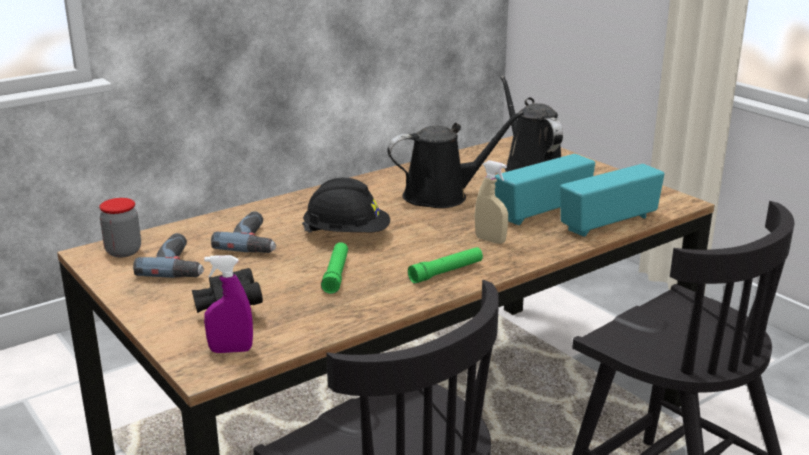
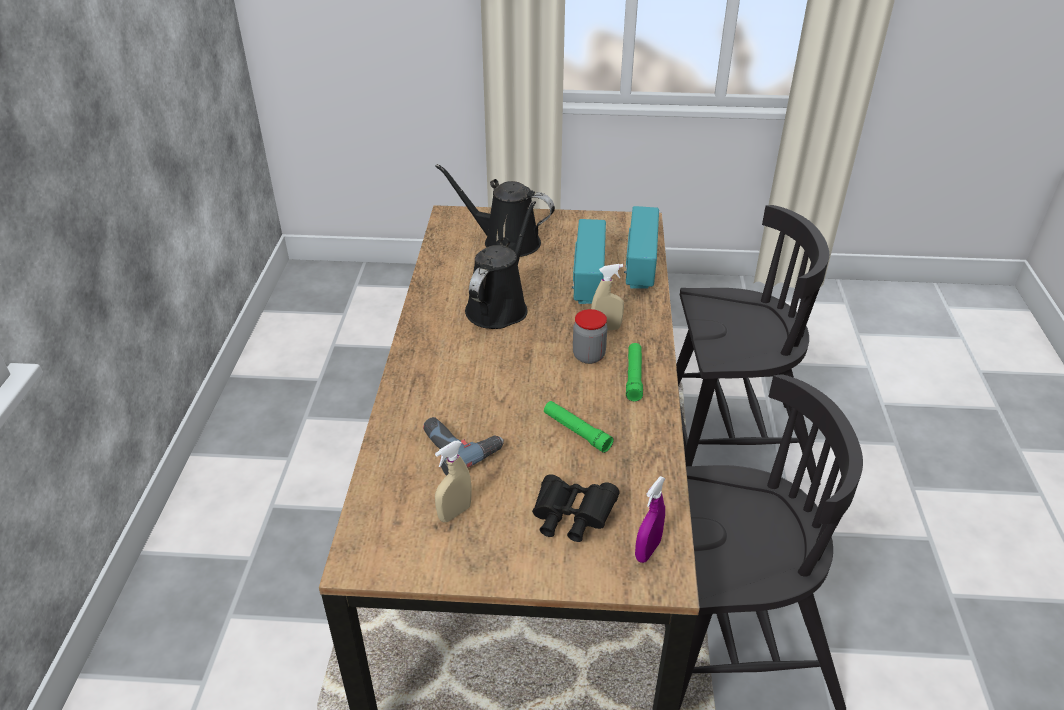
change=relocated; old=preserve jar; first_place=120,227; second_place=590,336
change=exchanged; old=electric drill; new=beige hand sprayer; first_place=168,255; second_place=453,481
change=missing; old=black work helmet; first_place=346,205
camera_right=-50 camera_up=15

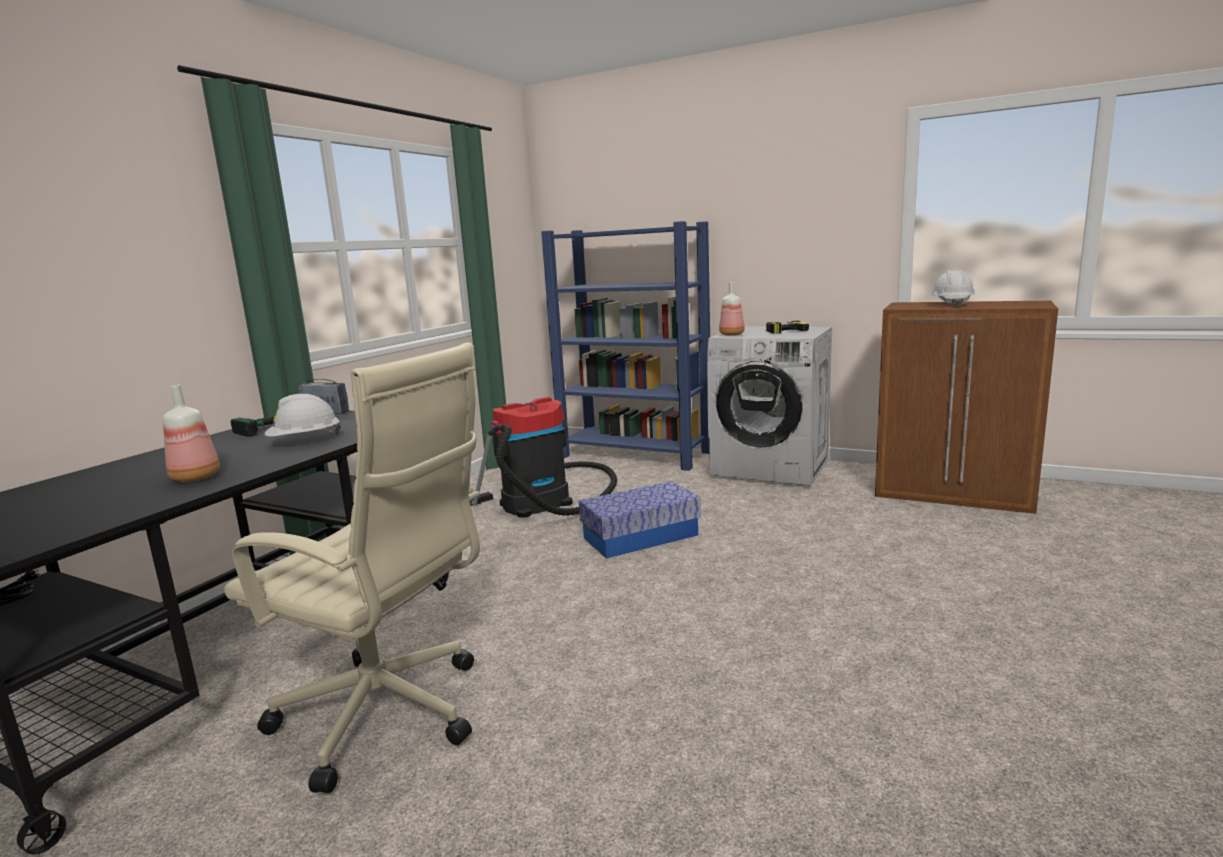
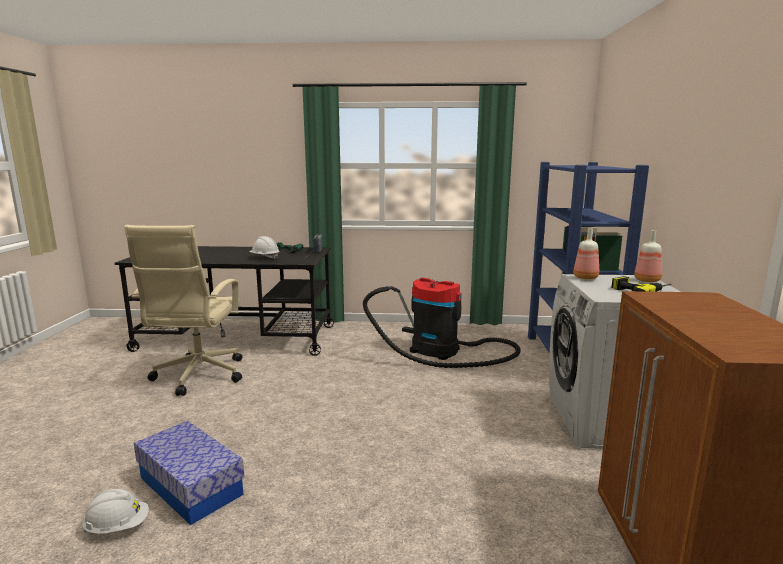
change=relocated; old=beverage bottle; first_place=191,433; second_place=648,256
change=relocated; old=storage box; first_place=640,519; second_place=189,473
change=relocated; old=whitish work helmet; first_place=953,288; second_place=115,511
camera_right=65 camera_up=0

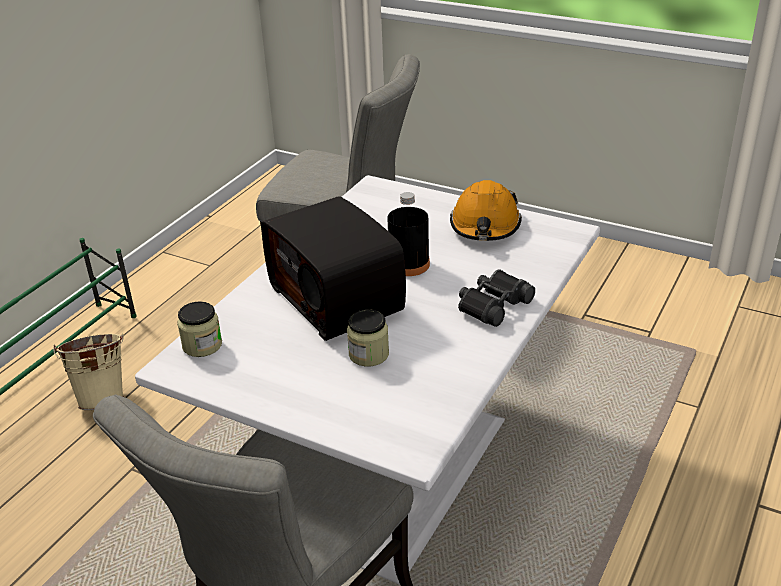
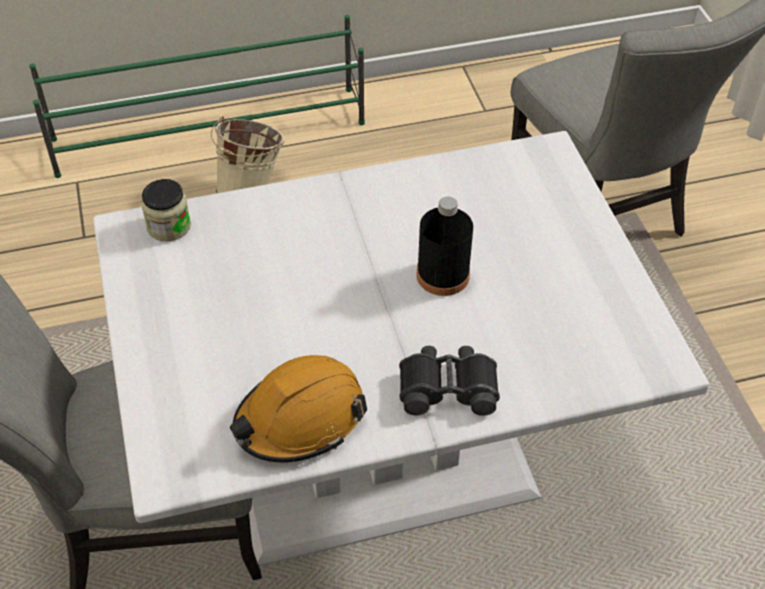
change=missing; old=radio receiver; first_place=333,268
change=missing; old=preserve jar; first_place=368,338
change=relocated; old=orange-coloured work helmet; first_place=486,210; second_place=298,409
camera_right=45 camera_up=15

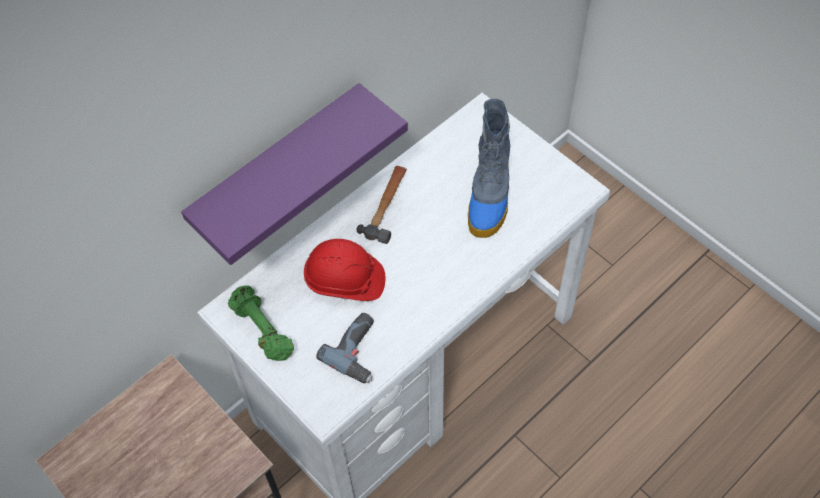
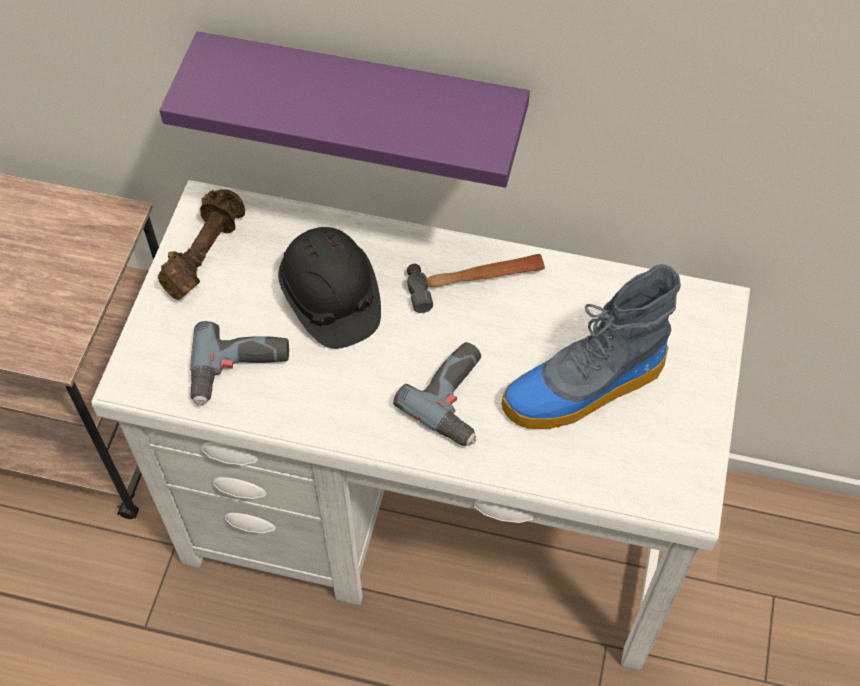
change=colour; old=greenish free weight; new=brown free weight; first_place=261,323; second_place=201,244
change=colour; old=red-coloured work helmet; new=black work helmet; first_place=344,270; second_place=329,288
change=appeared; new=electric drill; second_place=437,394
camera_right=55 camera_up=0

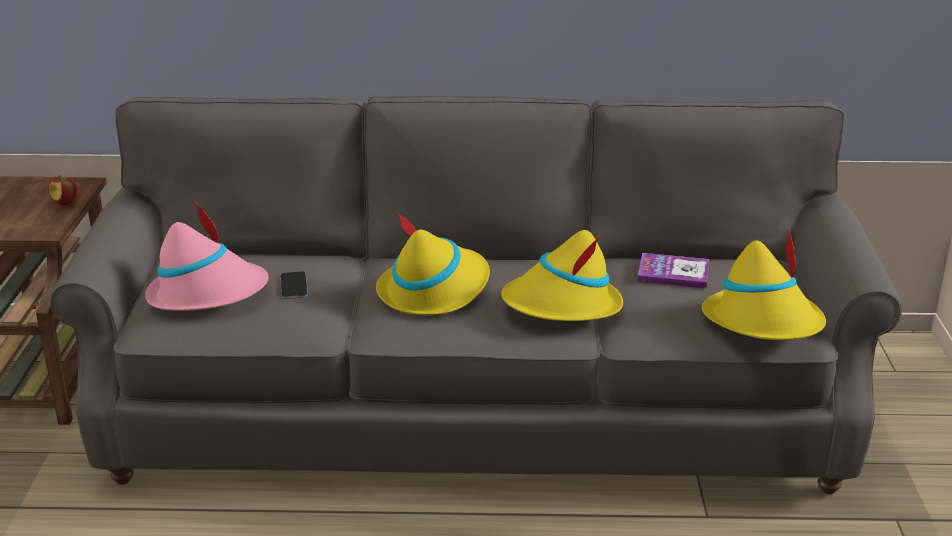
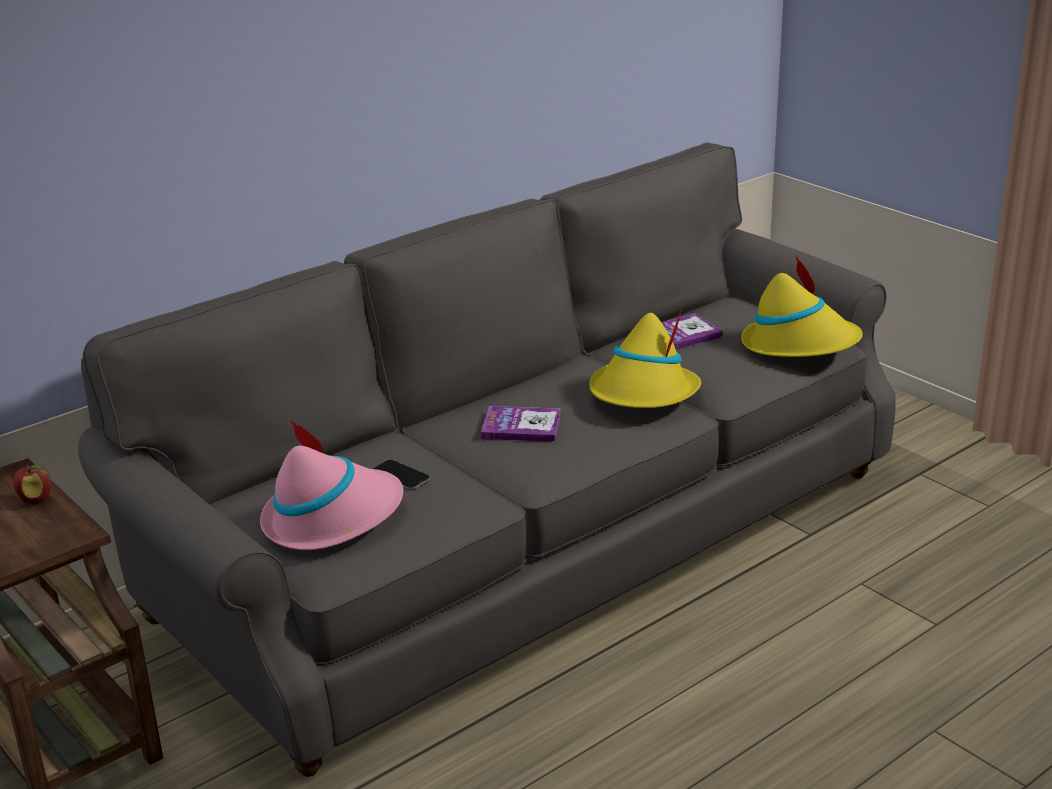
change=exchanged; old=yellowish wearable hat; new=bound book; first_place=433,263; second_place=521,424
camera_right=-40 camera_up=0

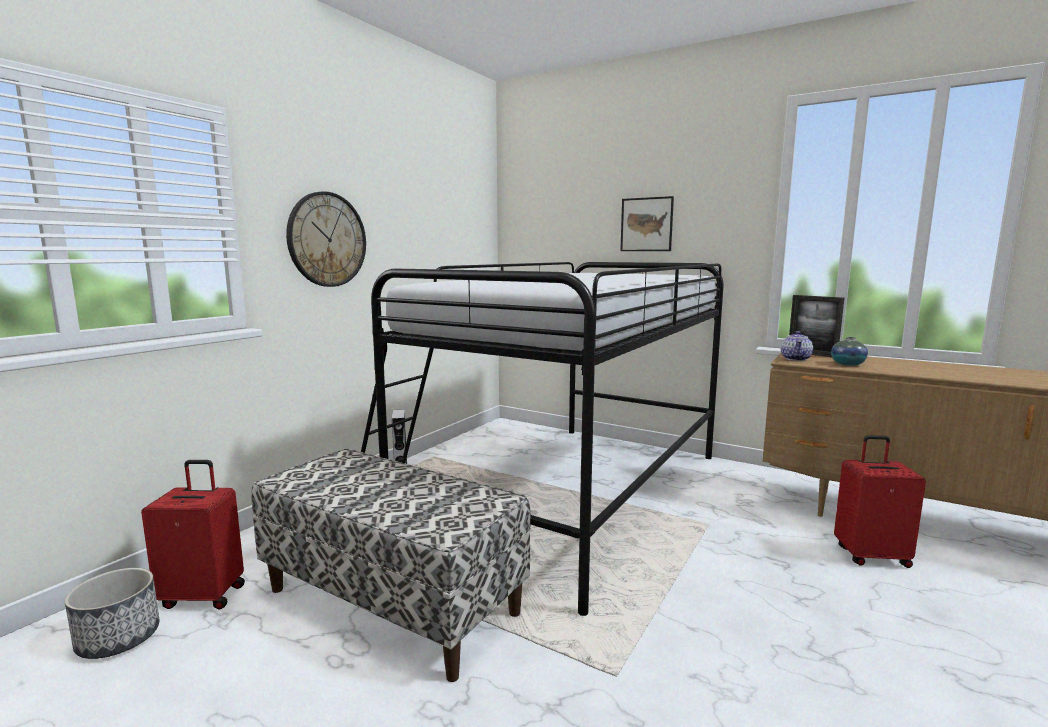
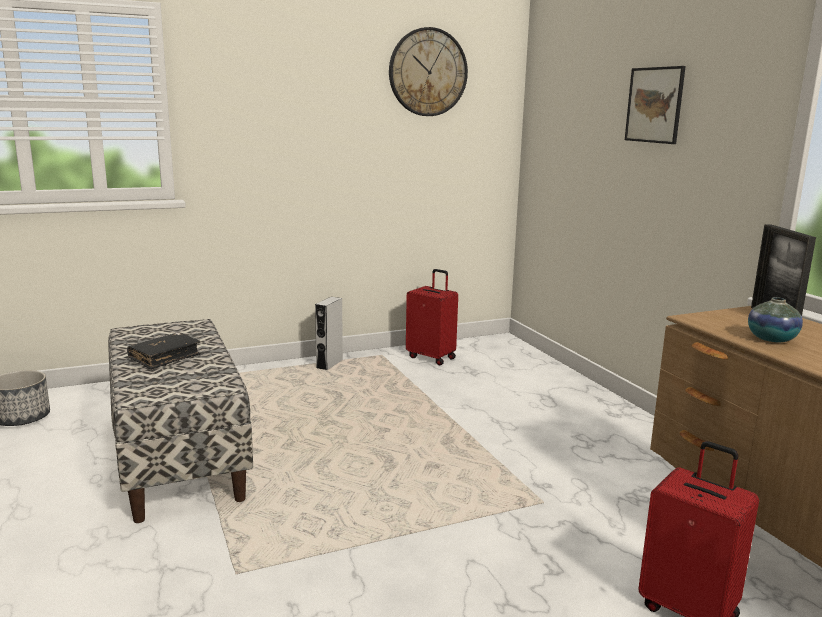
change=relocated; old=red-coloured piece of luggage; first_place=193,534; second_place=432,317
change=relocated; old=wall clock; first_place=326,239; second_place=428,71
change=missing; old=black bedroom bed; first_place=542,439
change=missing; old=pot for tea; first_place=797,346
change=appeared; new=black bound book; second_place=164,351
camera_right=35 camera_up=5

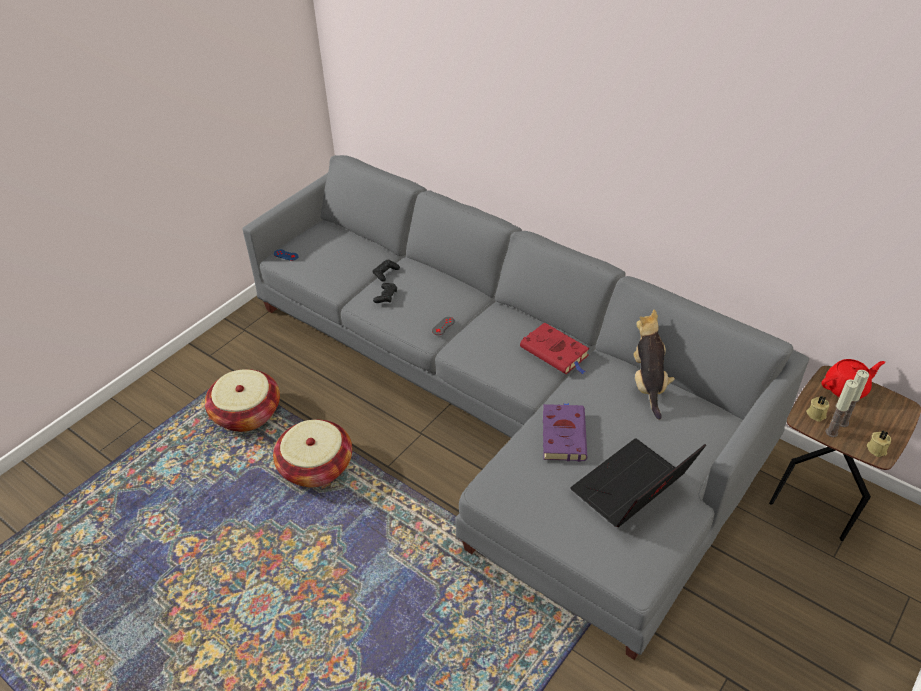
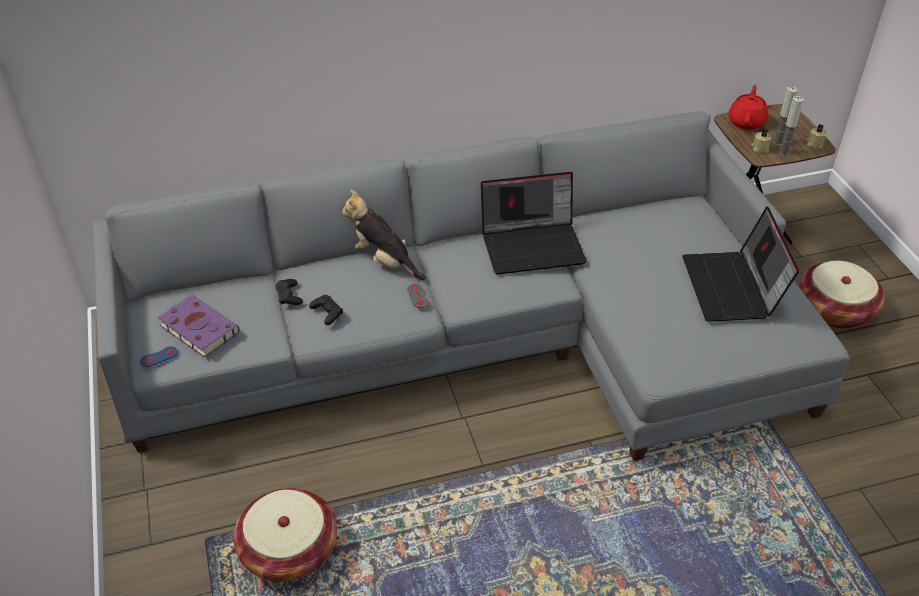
change=relocated; old=basket; first_place=312,453; second_place=842,294
change=exchanged; old=red-coloured bound book; new=laptop; first_place=555,348; second_place=534,223
change=relocated; old=purple bound book; first_place=565,432; second_place=198,326
change=relocated; old=soft toy; first_place=654,364; second_place=384,234
camera_right=-55 camera_up=0

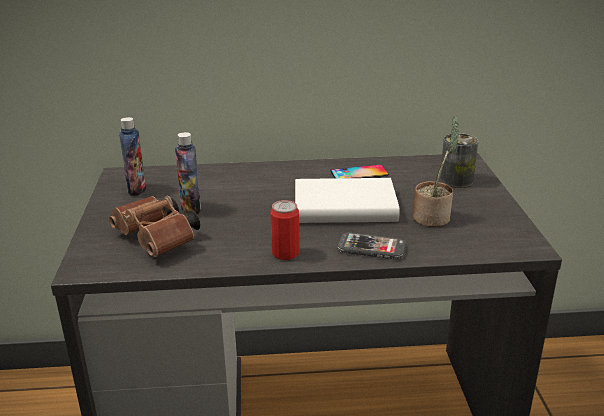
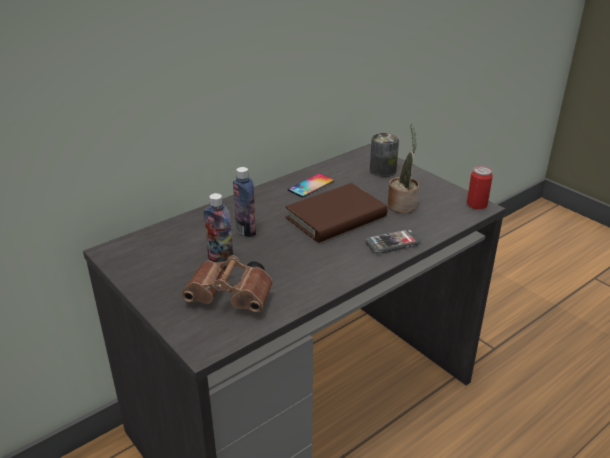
change=relocated; old=beverage bottle; first_place=132,156; second_place=244,202
change=relocated; old=metal can; first_place=285,230; second_place=480,187
change=colour; old=whitish bound book; new=brown bound book; first_place=347,200; second_place=336,213
camera_right=-35 camera_up=5

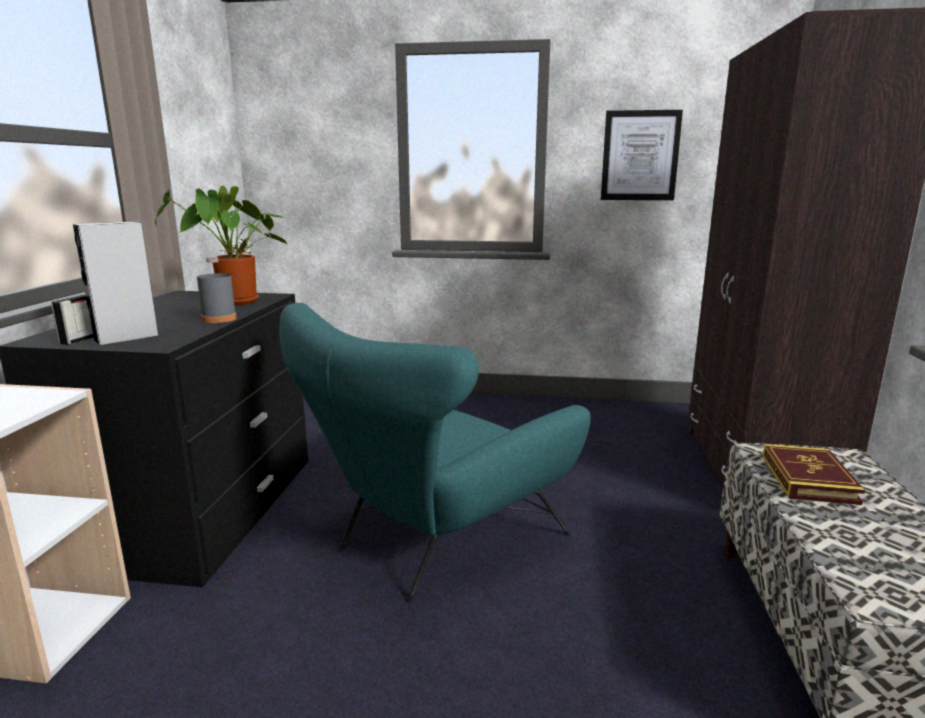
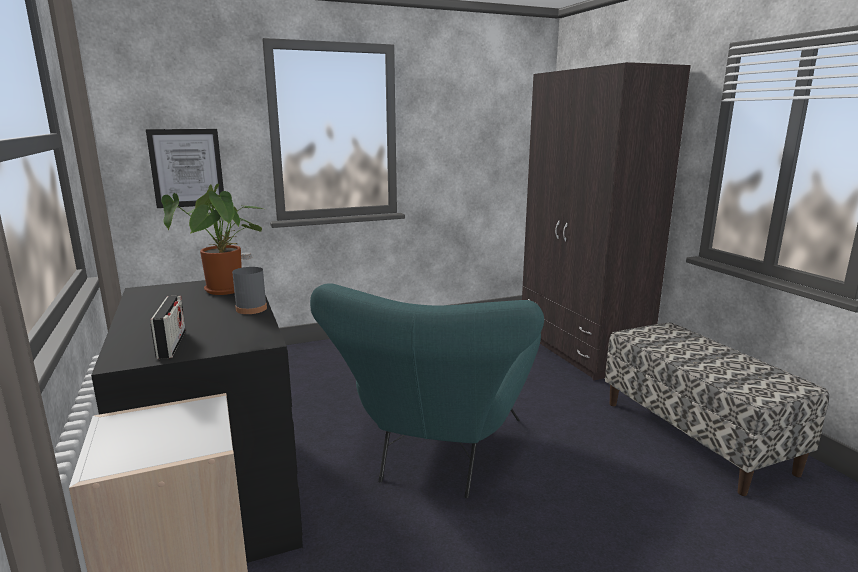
change=missing; old=gray audio speaker; first_place=116,283
change=relocated; old=picture; first_place=642,155; second_place=185,168
change=missing; old=bound book; first_place=814,474
camera_right=-30 camera_up=0

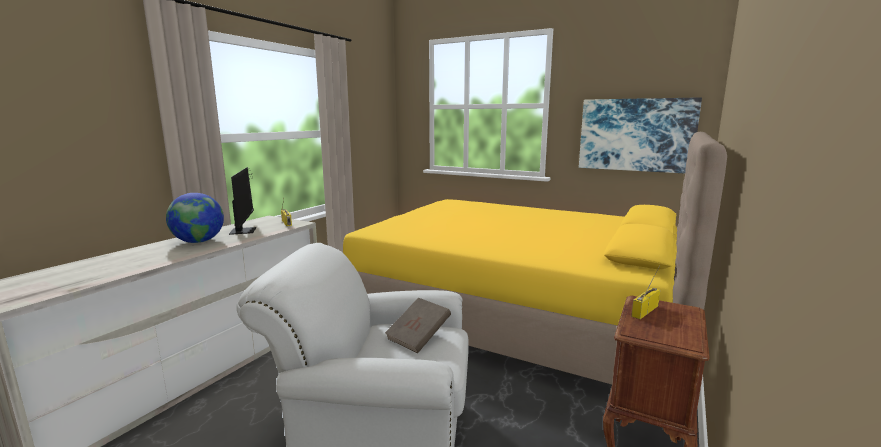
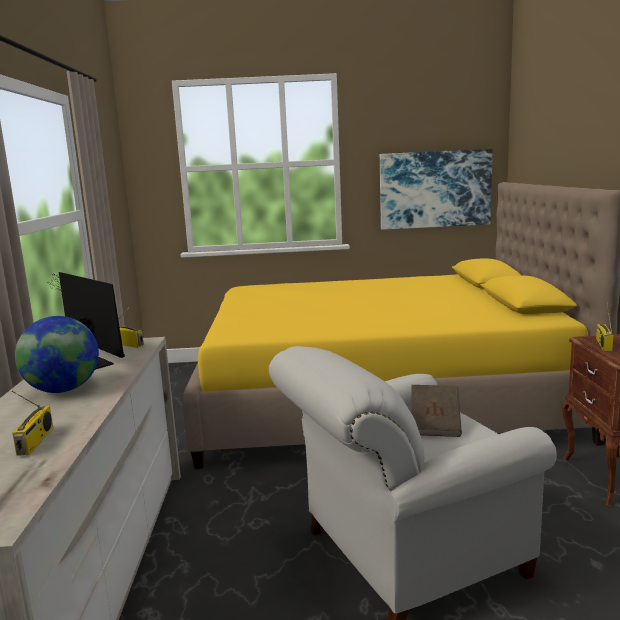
change=appeared; new=radio receiver; second_place=32,423
camera_right=-30 camera_up=0

